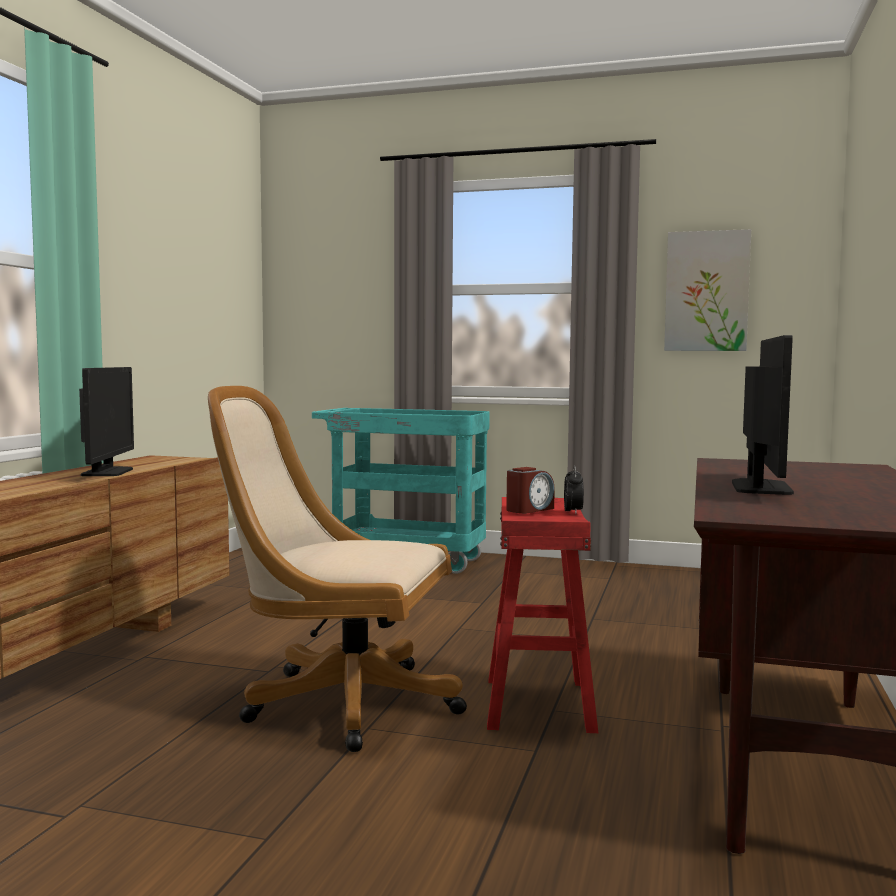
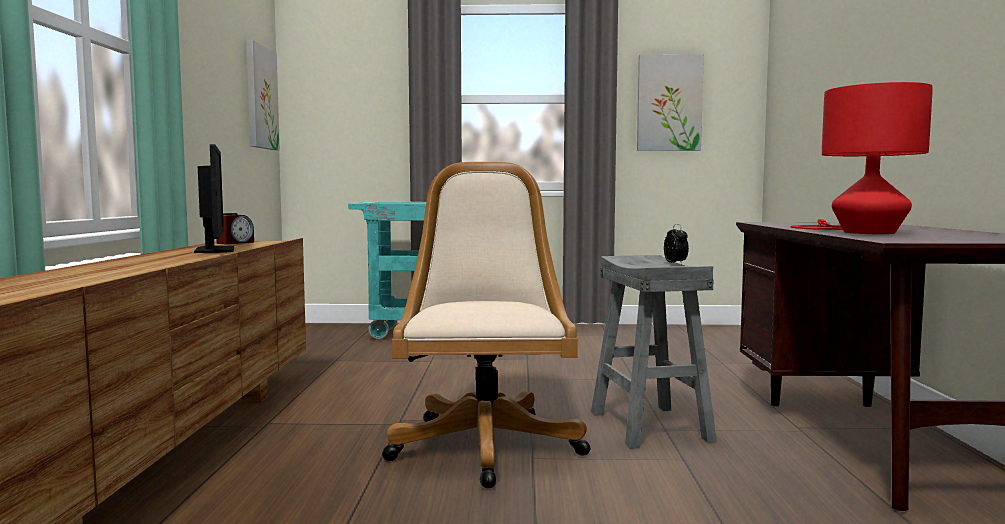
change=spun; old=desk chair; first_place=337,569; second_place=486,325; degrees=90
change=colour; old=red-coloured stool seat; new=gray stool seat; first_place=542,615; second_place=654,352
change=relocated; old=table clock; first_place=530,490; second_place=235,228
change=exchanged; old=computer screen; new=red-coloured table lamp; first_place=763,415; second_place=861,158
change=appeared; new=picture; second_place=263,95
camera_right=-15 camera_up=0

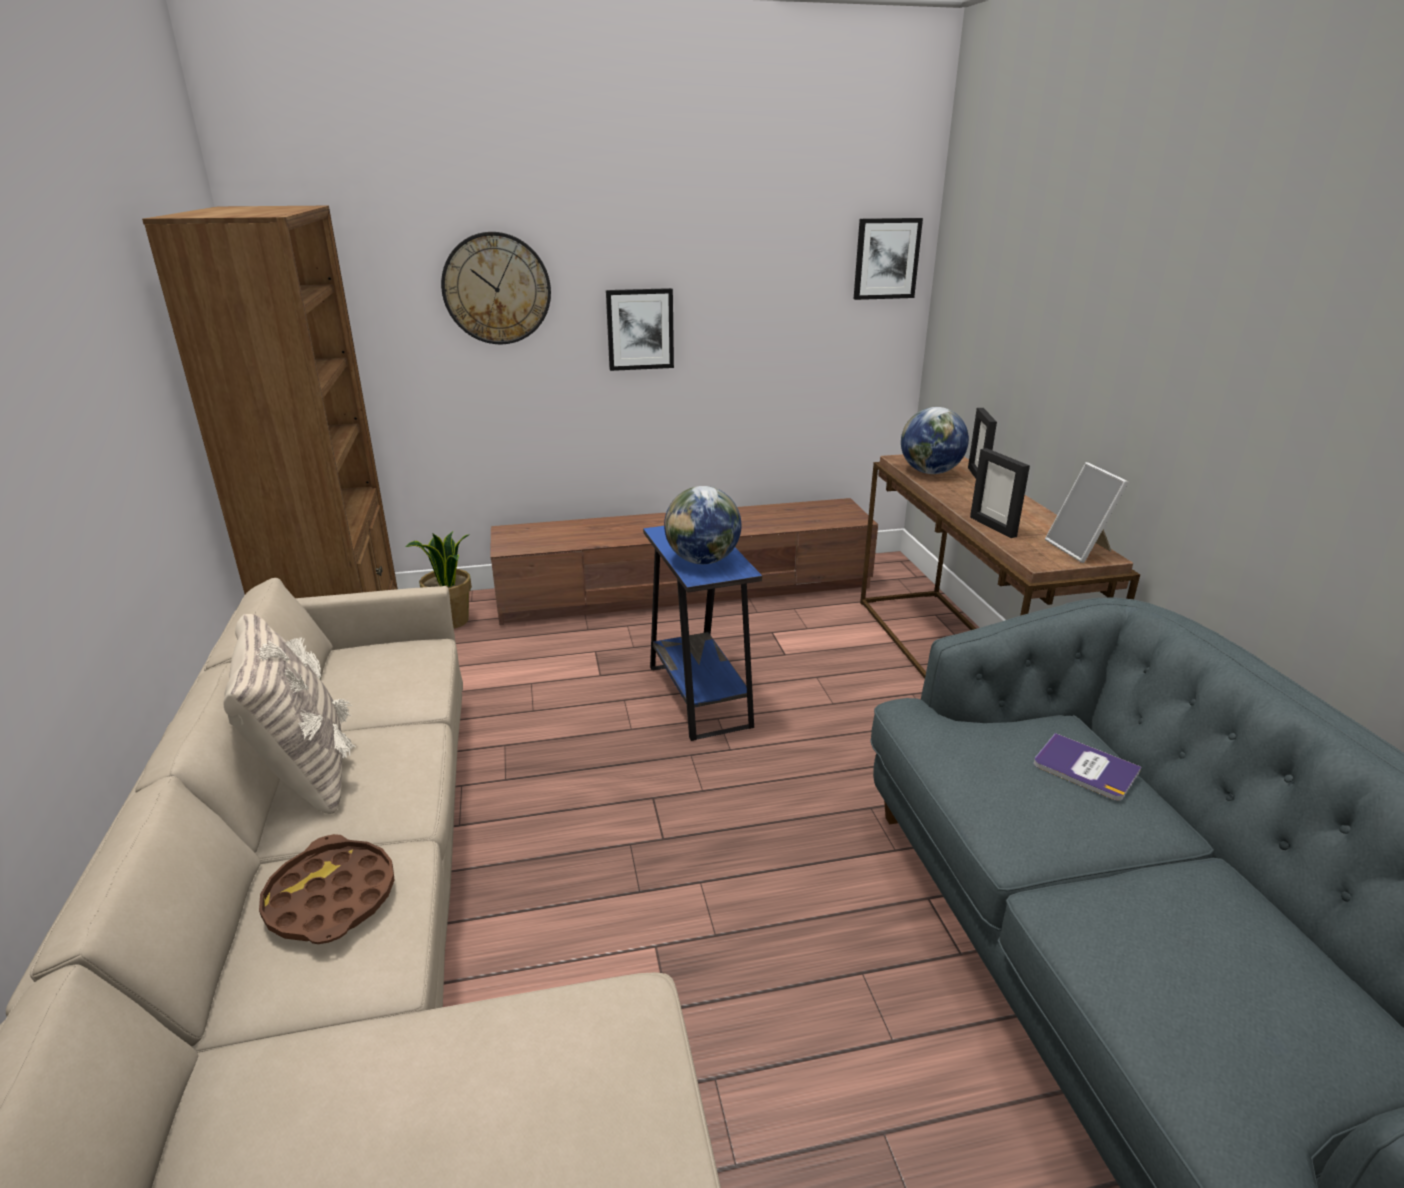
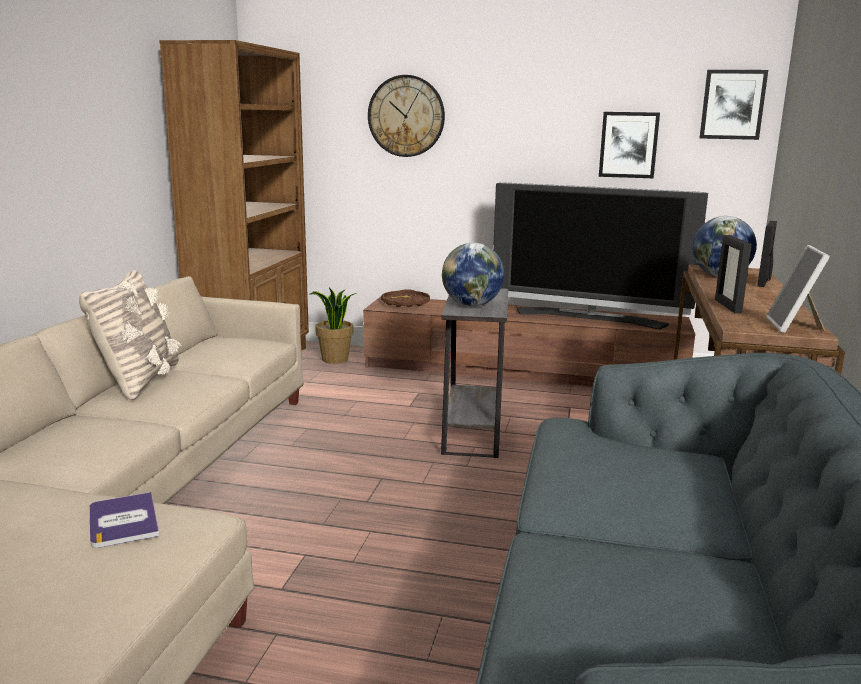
change=relocated; old=brown tray; first_place=326,889; second_place=405,298
change=relocated; old=picture; first_place=640,329; second_place=629,145
change=colour; old=bluish side table; new=gray side table; first_place=702,633; second_place=474,373
change=relocated; old=bound book; first_place=1087,767; second_place=124,520
change=appeared; new=TV set; second_place=600,255
camera_right=25 camera_up=-10

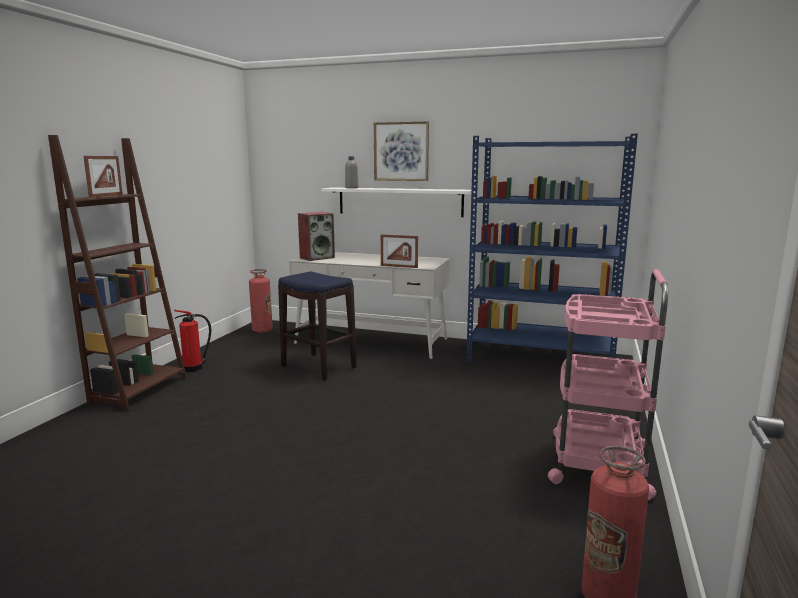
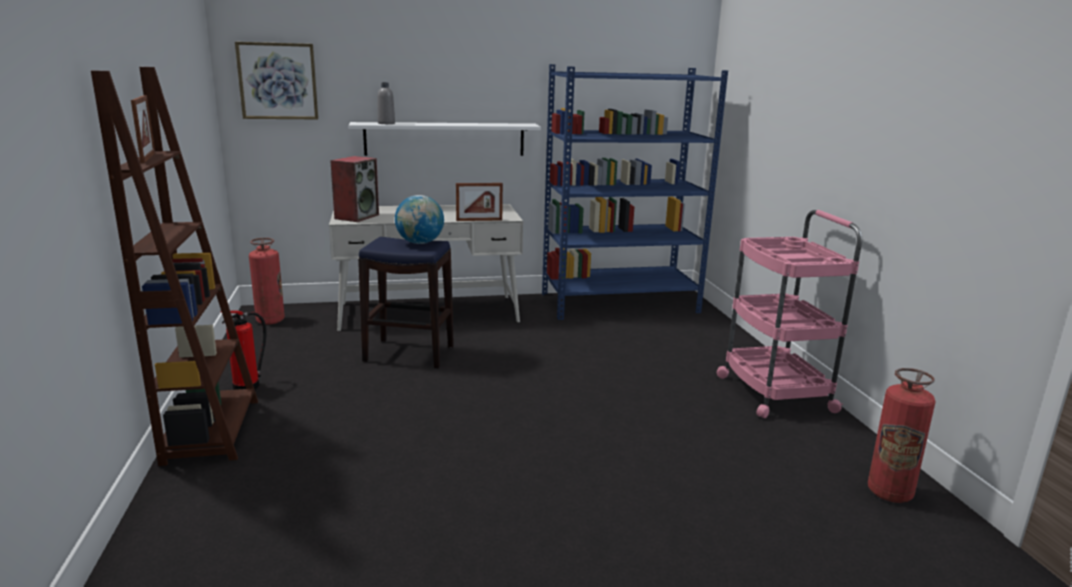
change=relocated; old=picture; first_place=401,151; second_place=276,80
change=appeared; new=desk globe; second_place=419,219
camera_right=-30 camera_up=5

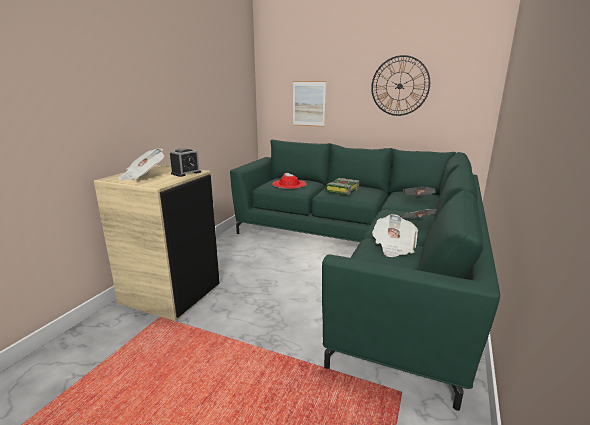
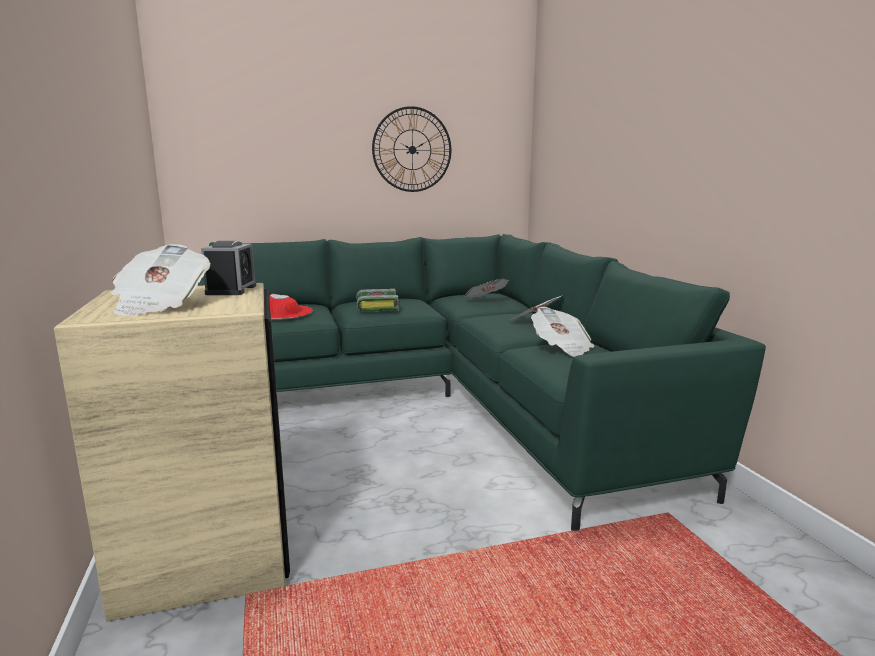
change=missing; old=picture; first_place=309,104
camera_right=-40 camera_up=-5

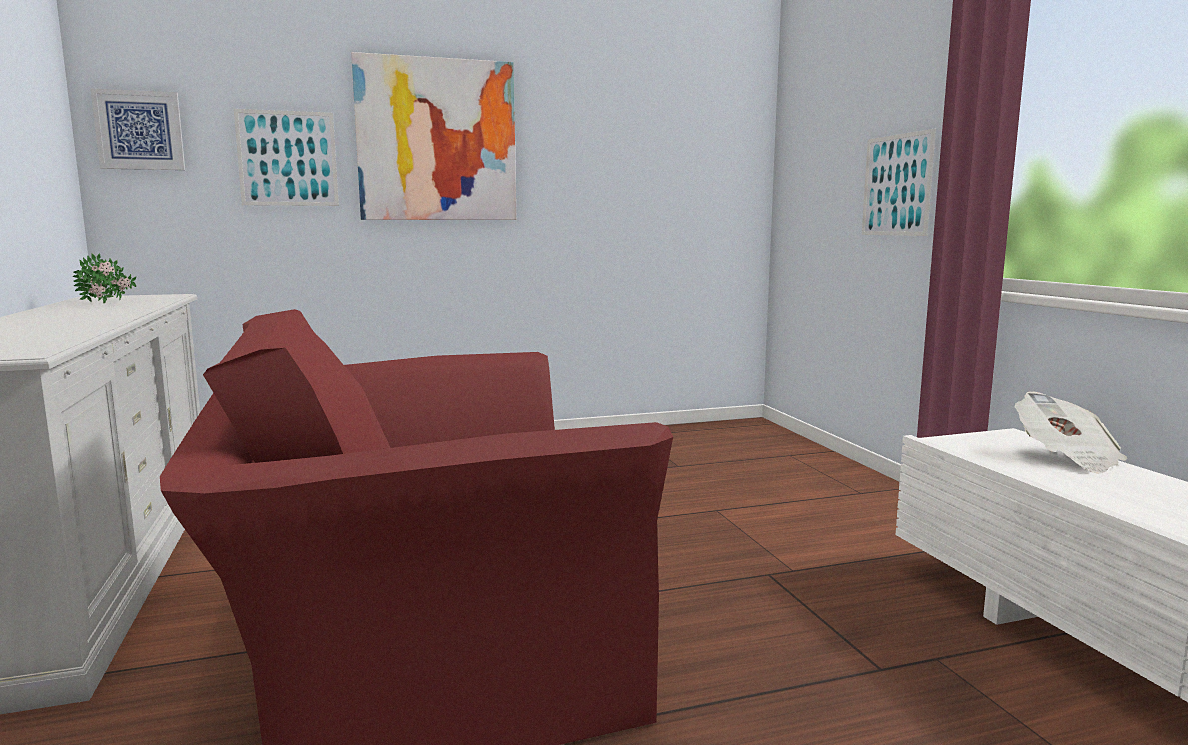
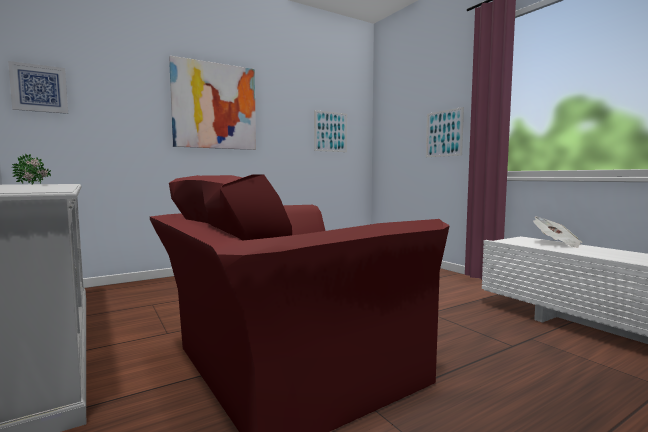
change=relocated; old=picture; first_place=286,157; second_place=330,131
camera_right=-15 camera_up=-5

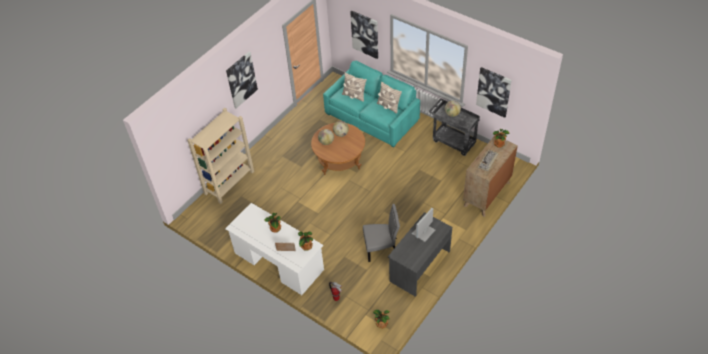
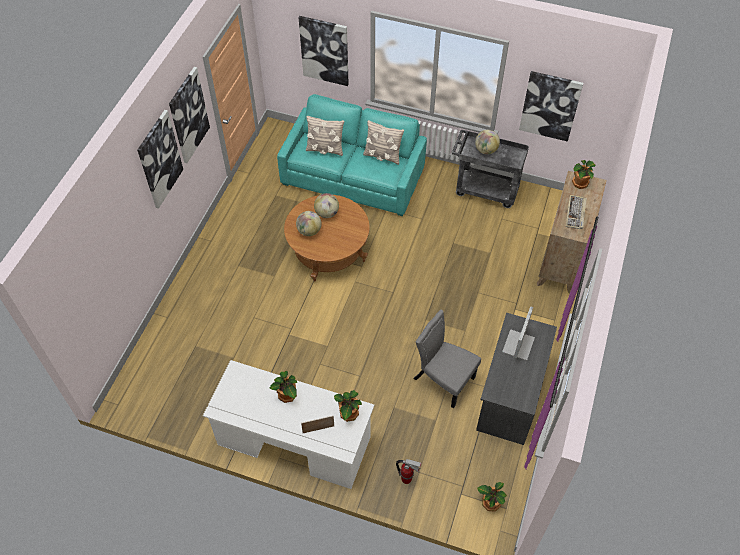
change=missing; old=beige bookshelf; first_place=220,156
change=spun; old=gray upright chair; first_place=381,233; second_place=447,359; degrees=-120
change=appeared; new=picture; second_place=189,115
camera_right=-20 camera_up=5

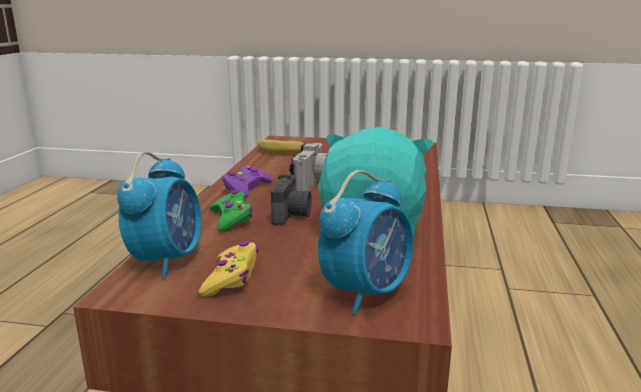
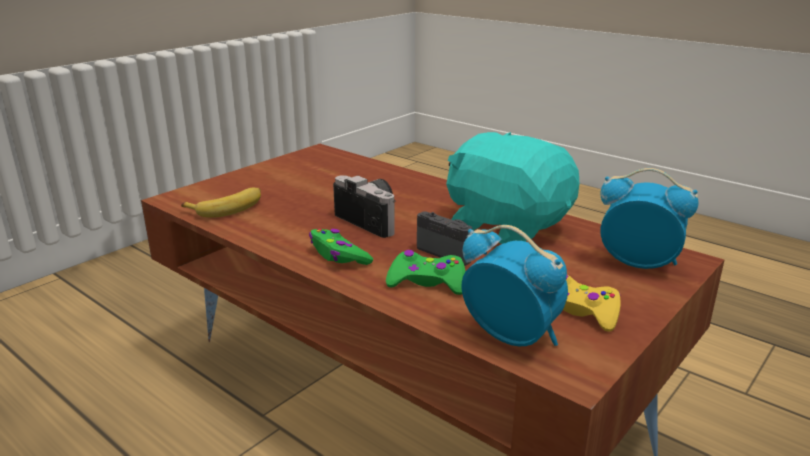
change=colour; old=purple gamepad; new=greenish gamepad; first_place=247,181; second_place=341,247
change=spun; old=table clock; first_place=366,242; second_place=649,218; degrees=-45
camera_right=-60 camera_up=5

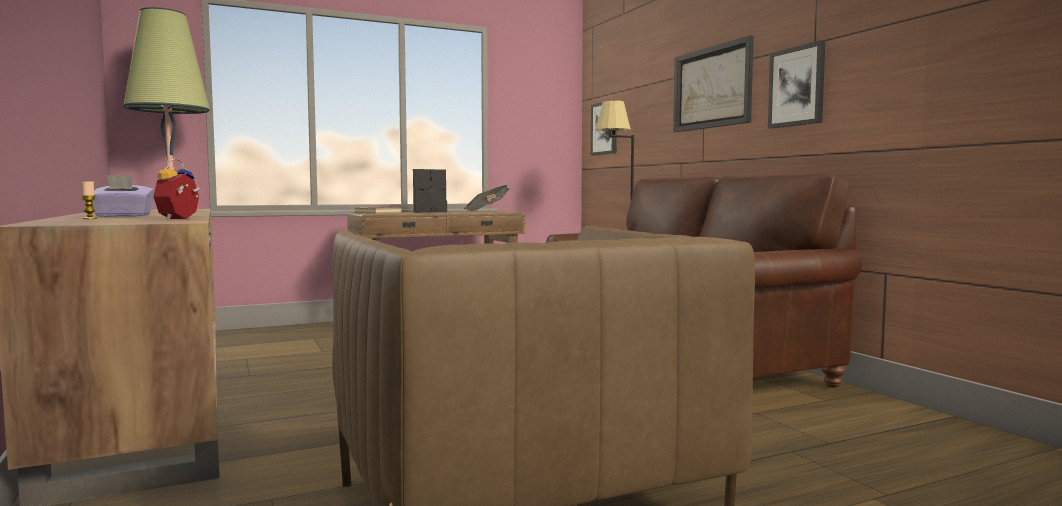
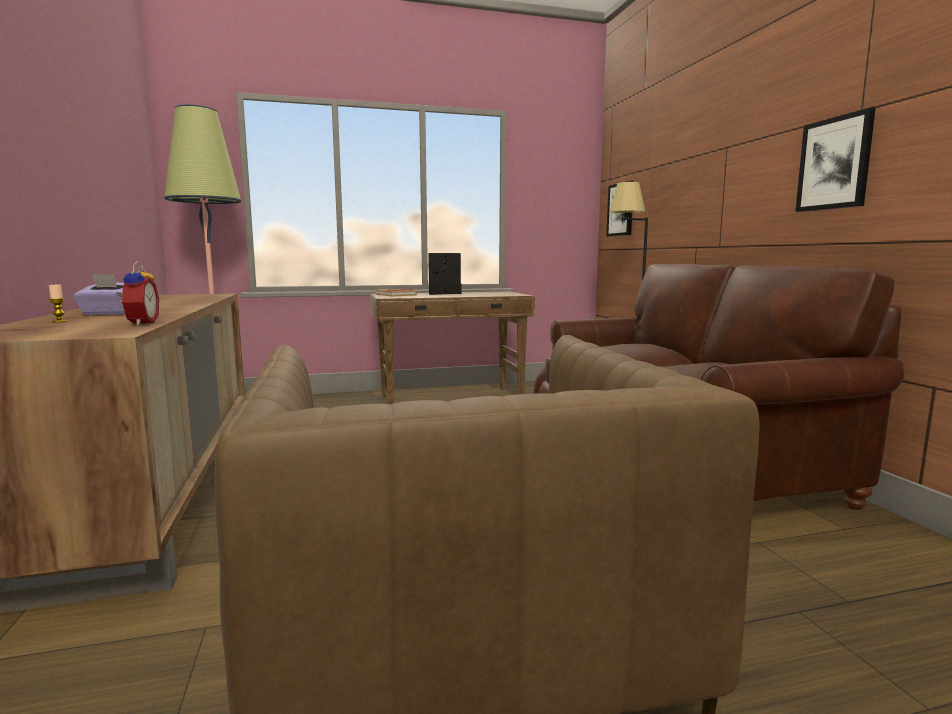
change=spun; old=table clock; first_place=177,189; second_place=137,293; degrees=150
change=missing; old=daily paper; first_place=486,198
change=missing; old=picture; first_place=713,83
camera_right=10 camera_up=5

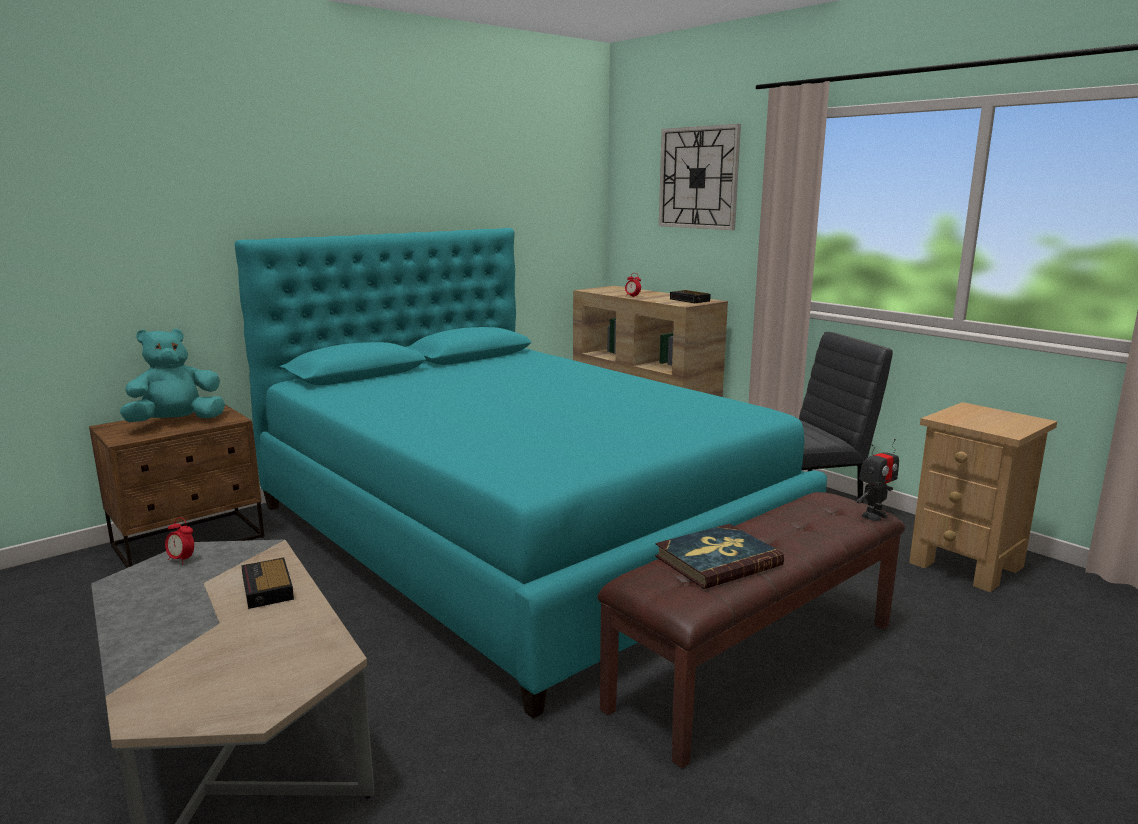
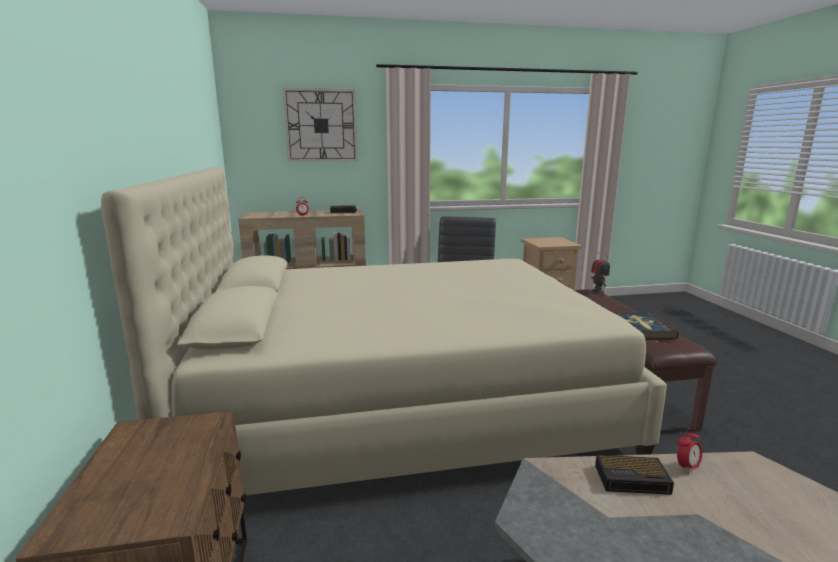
change=missing; old=turquoise-coloured soft toy; first_place=172,375
change=relocated; old=table clock; first_place=179,540; second_place=689,451
change=colour; old=turquoise-coloured bedroom bed; new=beige bedroom bed; first_place=530,473; second_place=384,331
camera_right=-60 camera_up=0

